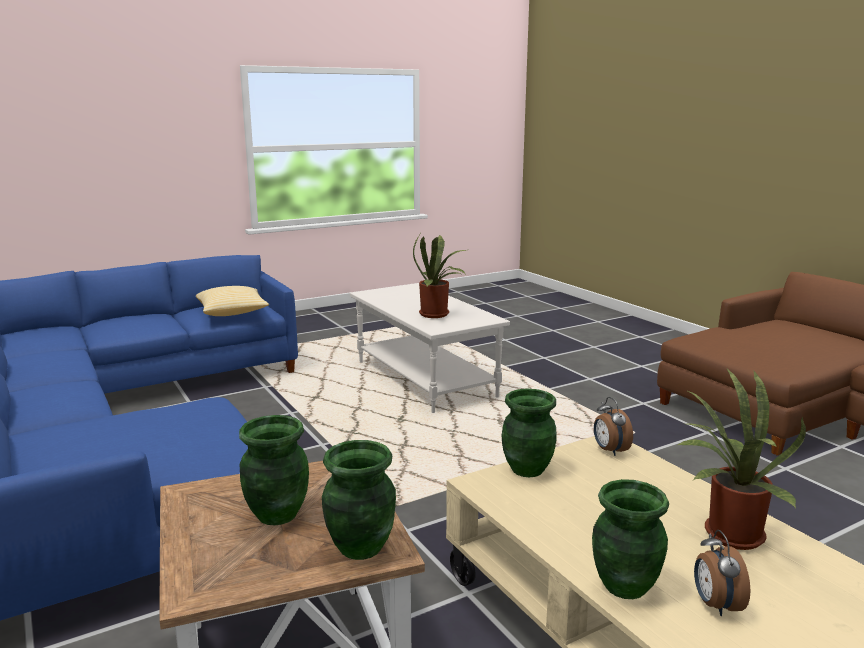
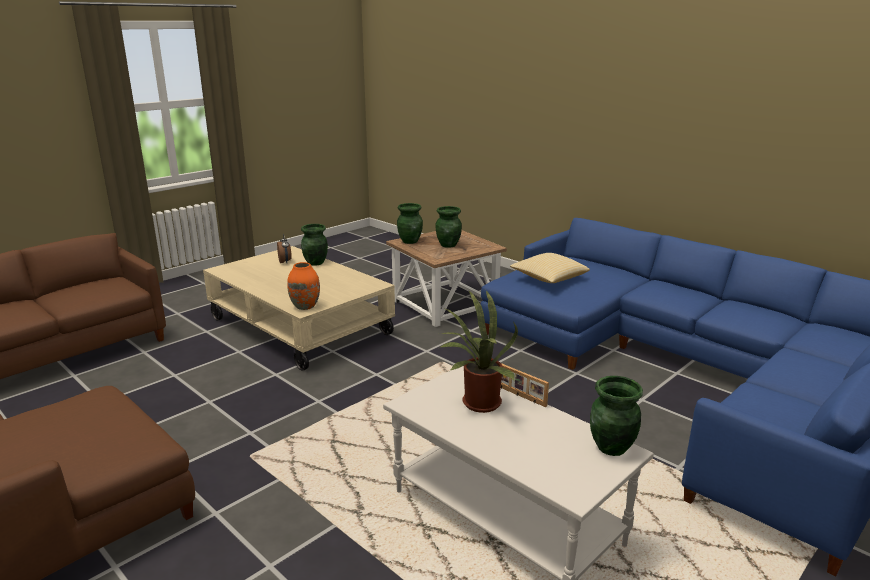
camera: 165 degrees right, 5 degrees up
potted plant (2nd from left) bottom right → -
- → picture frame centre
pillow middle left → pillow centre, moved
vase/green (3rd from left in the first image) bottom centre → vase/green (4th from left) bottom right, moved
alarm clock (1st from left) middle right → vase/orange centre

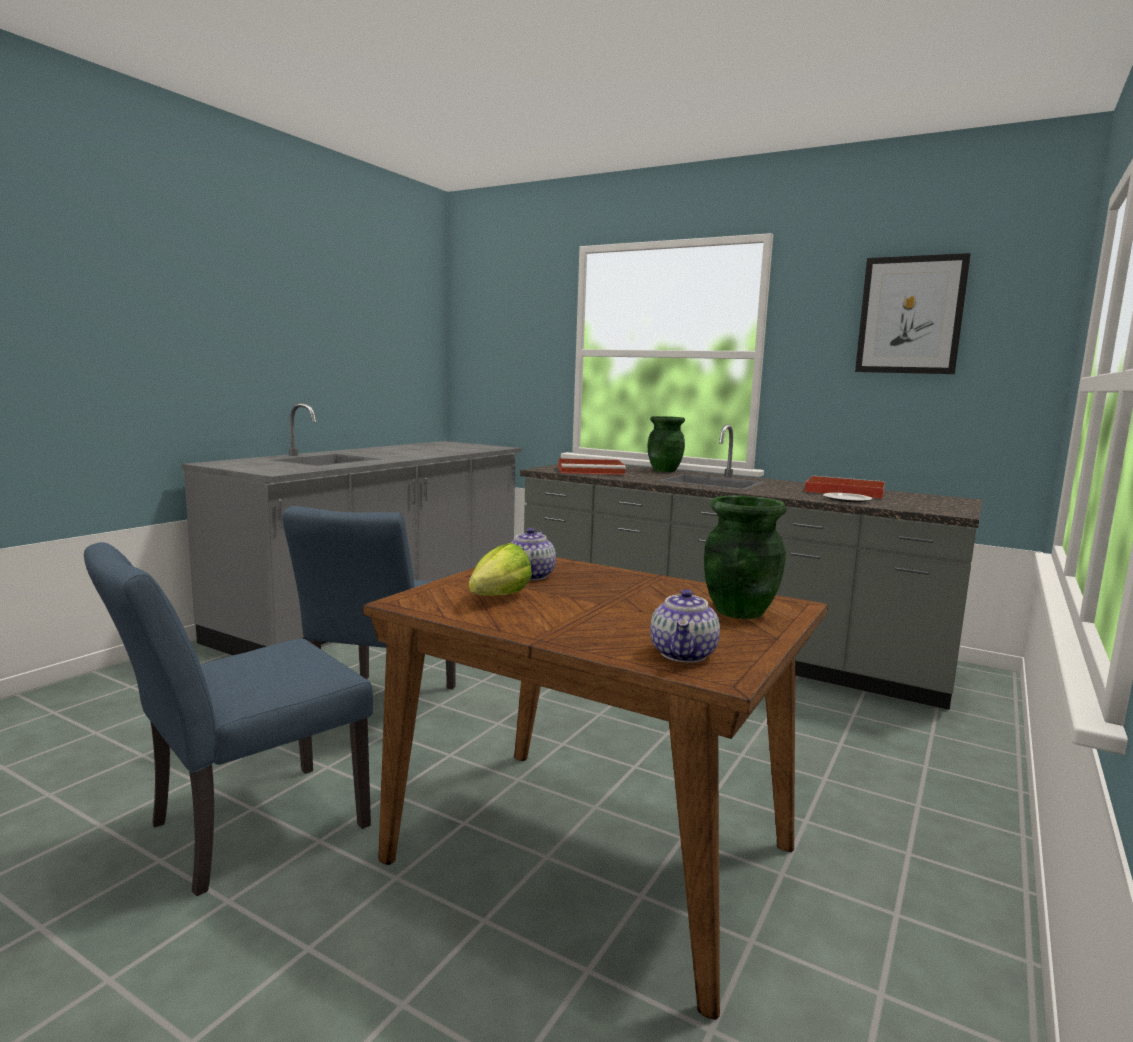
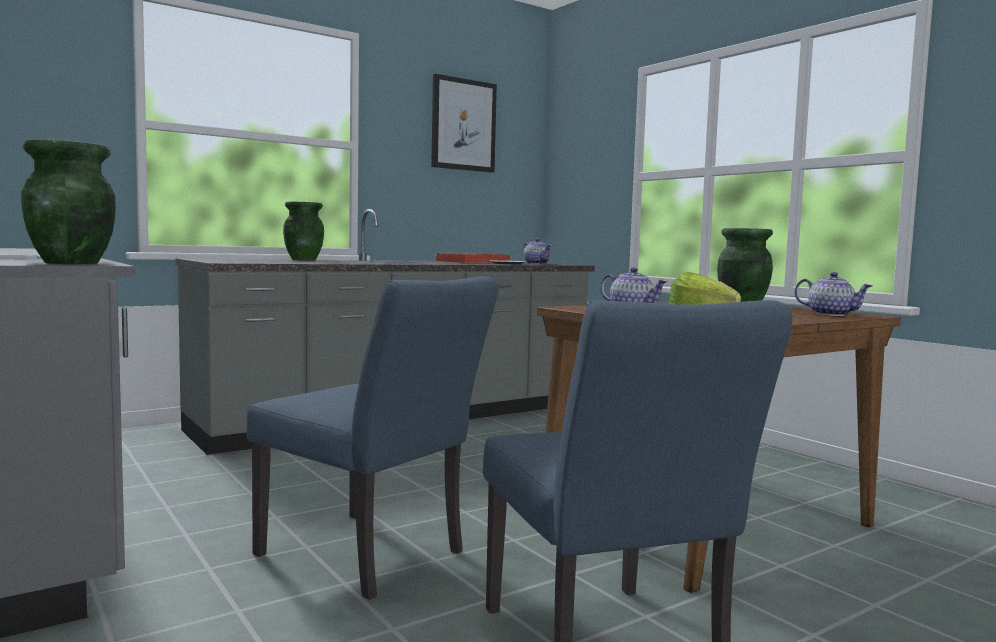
camera: 65 degrees left, 5 degrees down
tray/red (1st from left) centre → -
- → vase/green (1st from left) top left
- → teapot (1st from left) centre

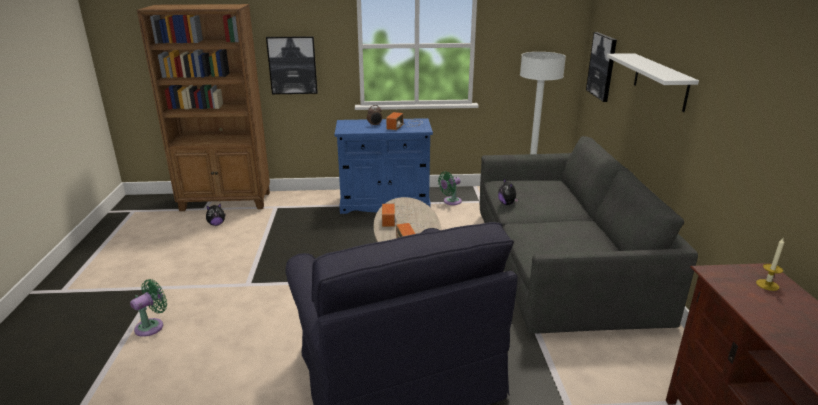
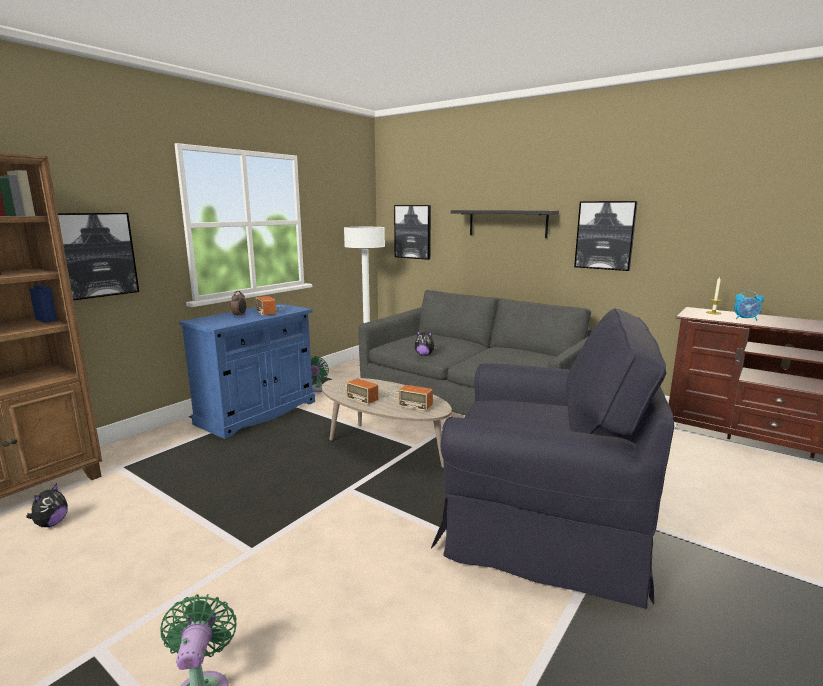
camera: 50 degrees left, 10 degrees down
- → picture (3rd from left) middle right
- → alarm clock (2nd from left) middle right
shelf/white top right → shelf/black top centre

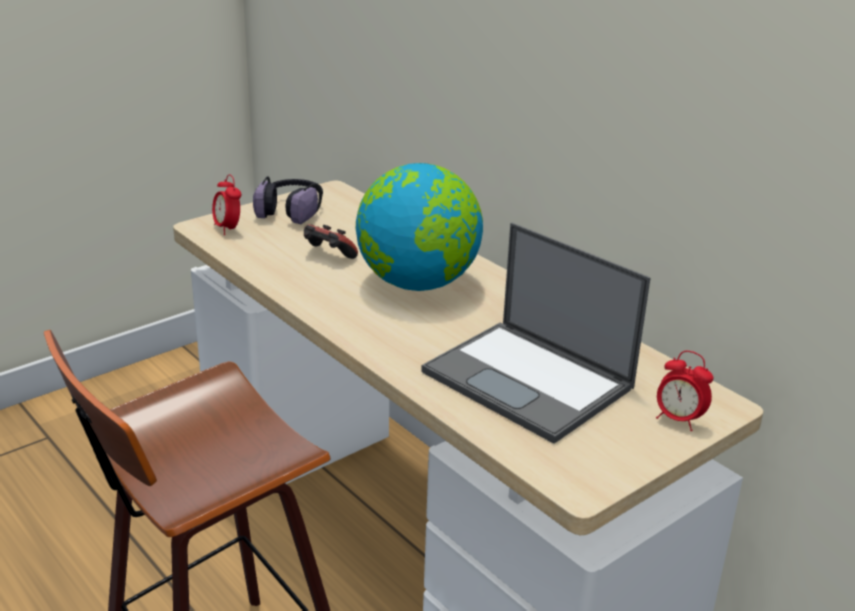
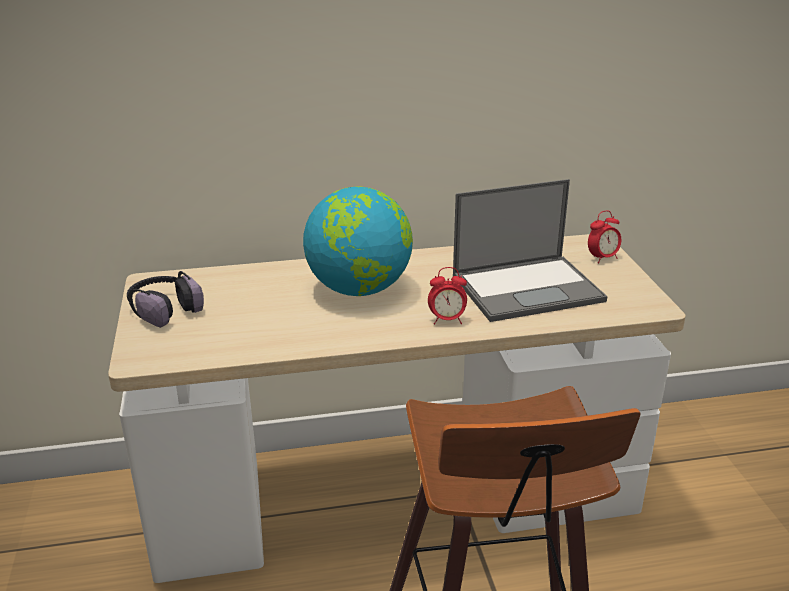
camera: 60 degrees left, 0 degrees up
game controller centre → -
alarm clock (1st from left) middle left → alarm clock (1st from left) centre, moved

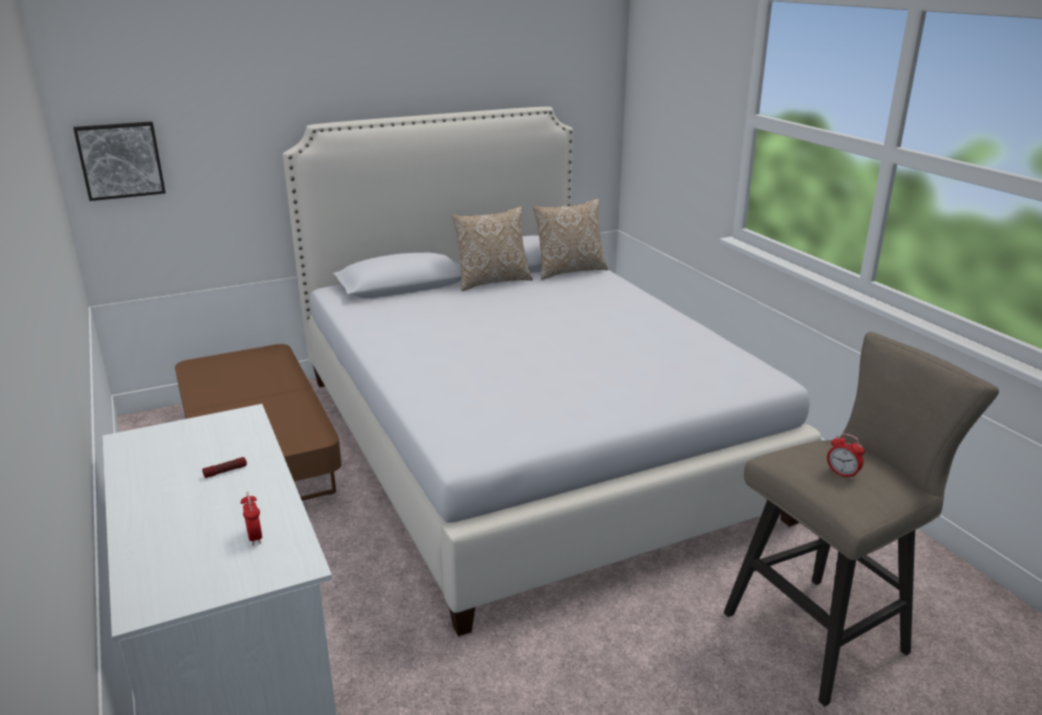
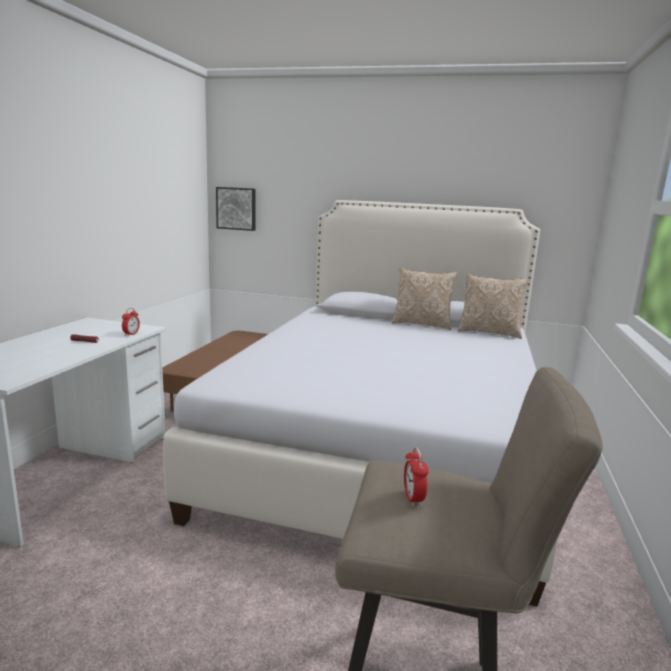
camera: 40 degrees right, 10 degrees down
alarm clock (1st from left) bottom left → alarm clock (1st from left) middle left, moved

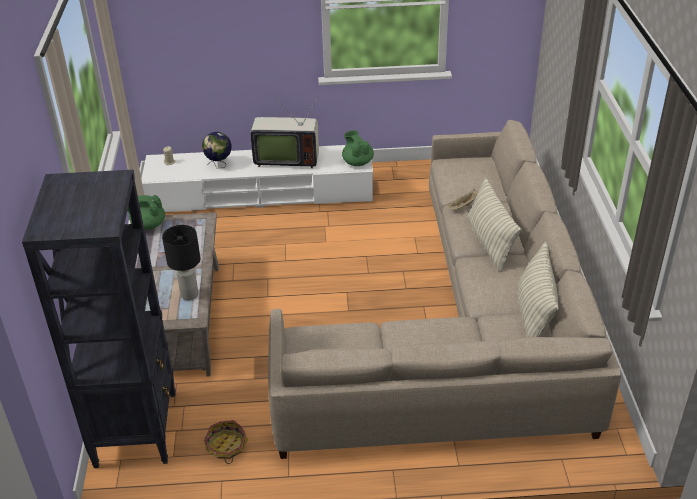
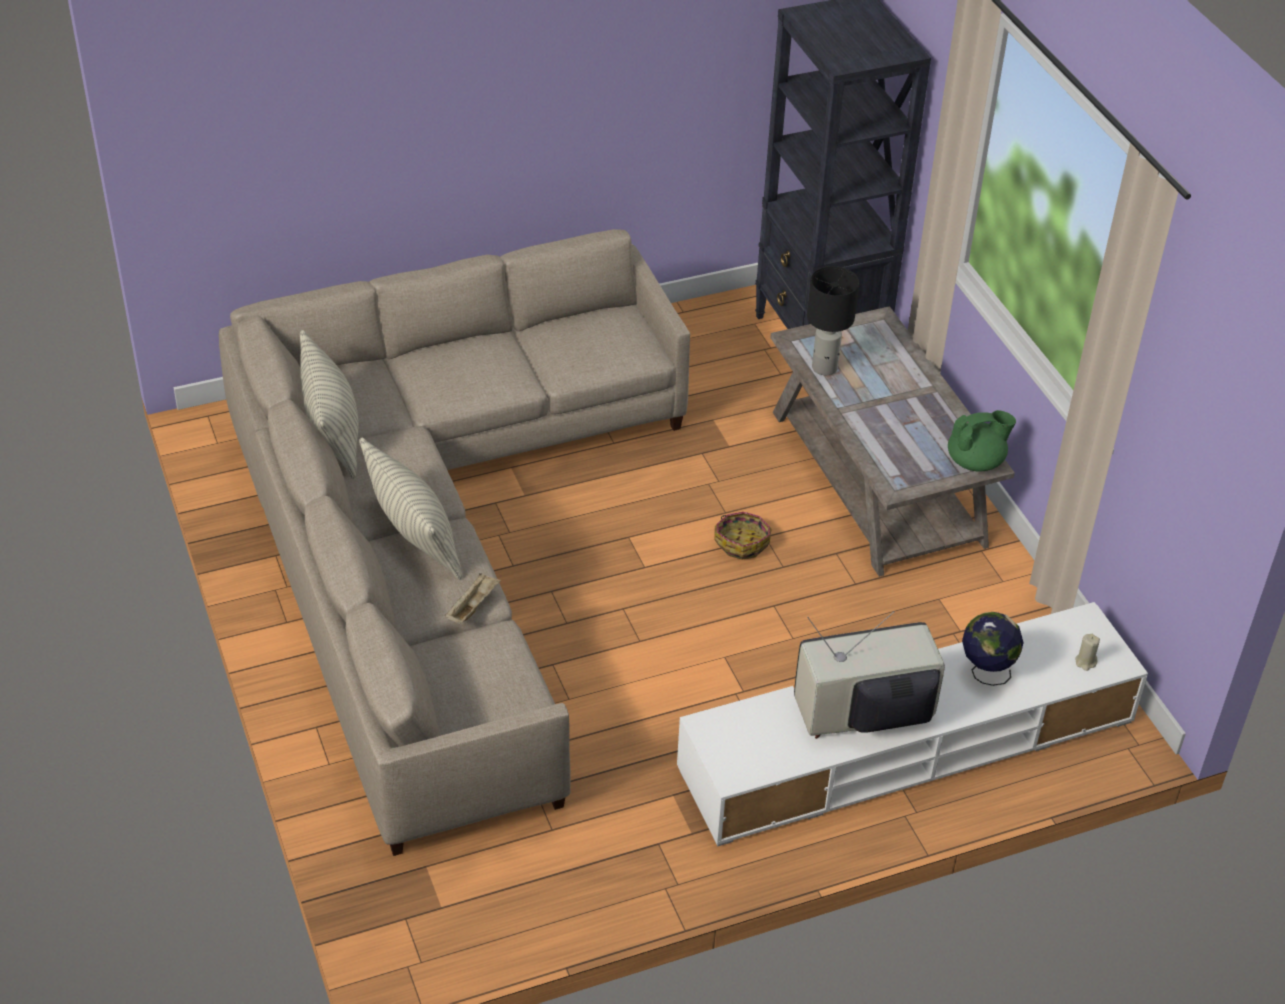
camera: 160 degrees right, 5 degrees up
teapot/green (2nd from left) top centre → -
basket bottom left → basket centre, moved

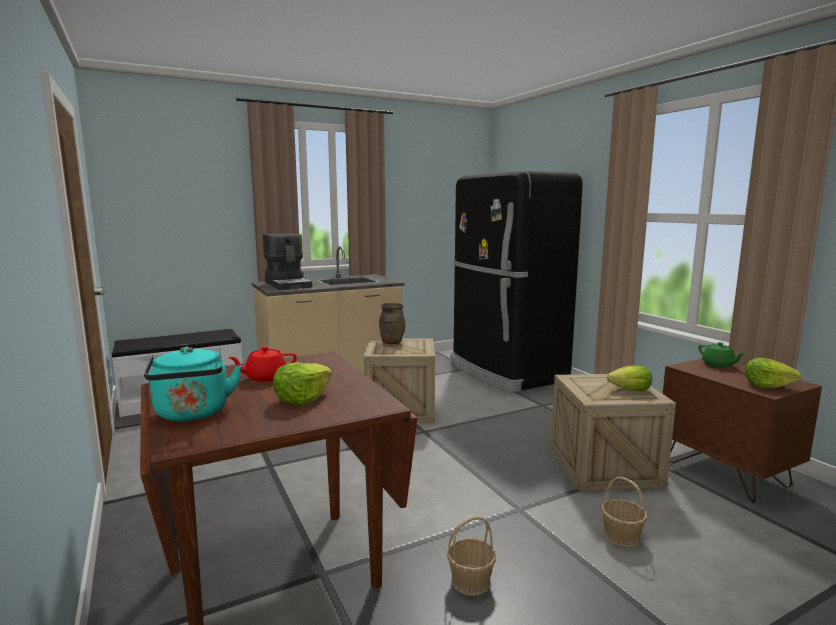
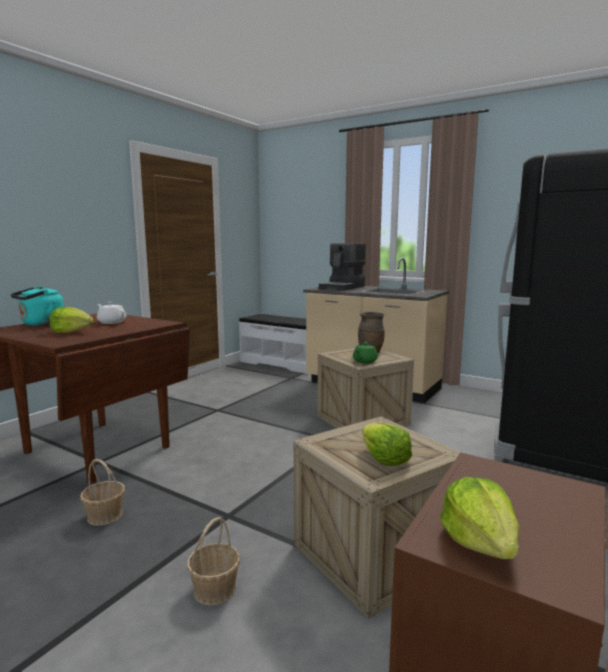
camera: 60 degrees right, 0 degrees up
teapot/green middle right → teapot/green centre, moved
teapot/red middle left → teapot/white middle left

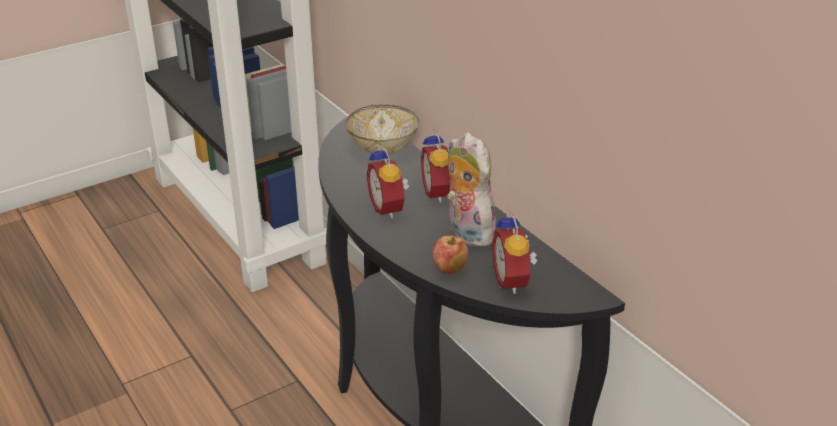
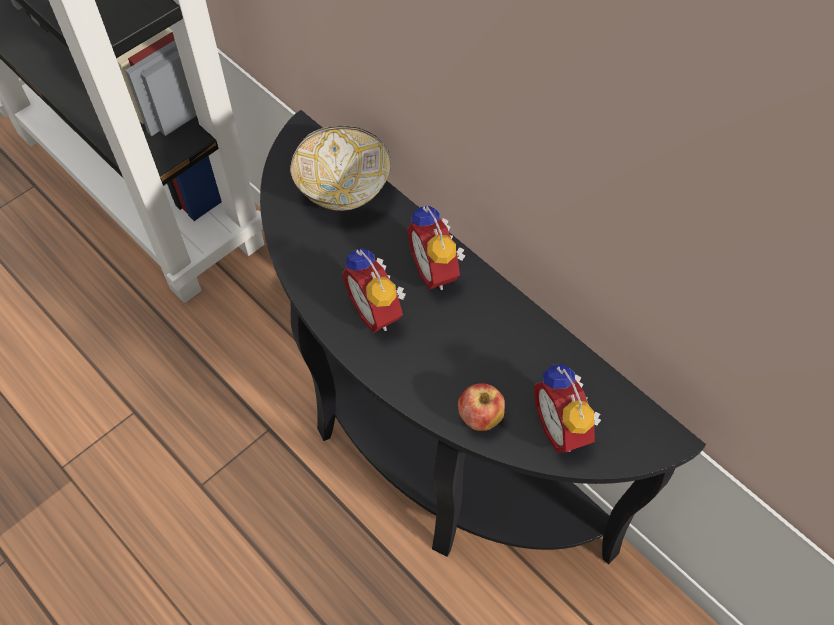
camera: 10 degrees left, 25 degrees up
plush toy centre → -

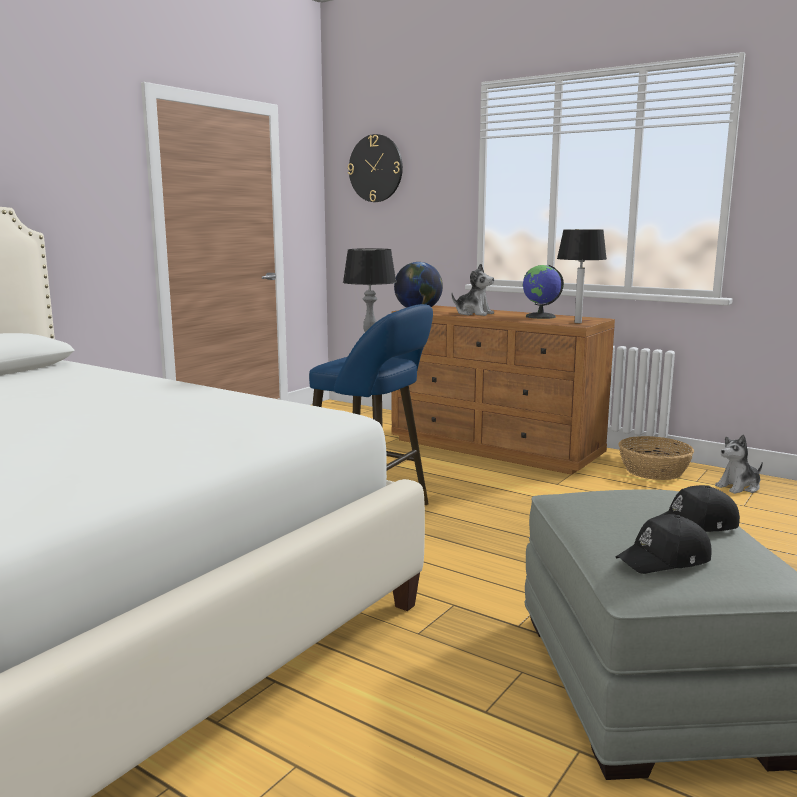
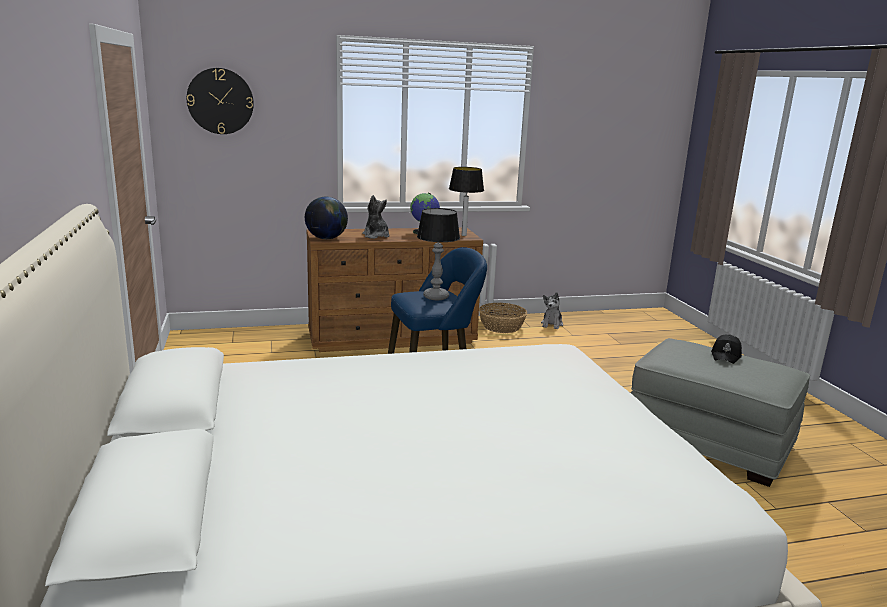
camera: 50 degrees left, 5 degrees up
cap/black (1st from left) bottom right → -
plush toy (1st from left) centre, 105 degrees counterclockwise

